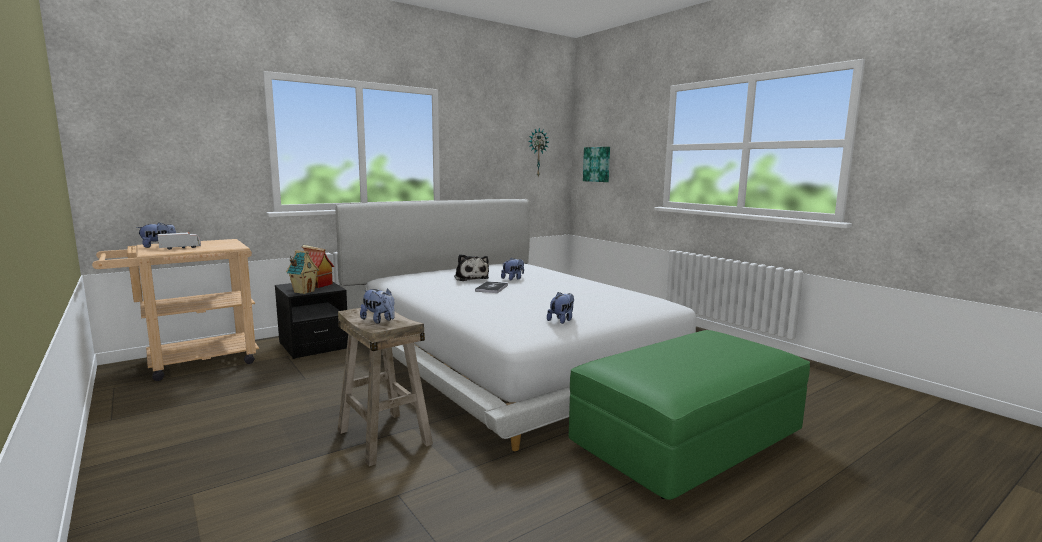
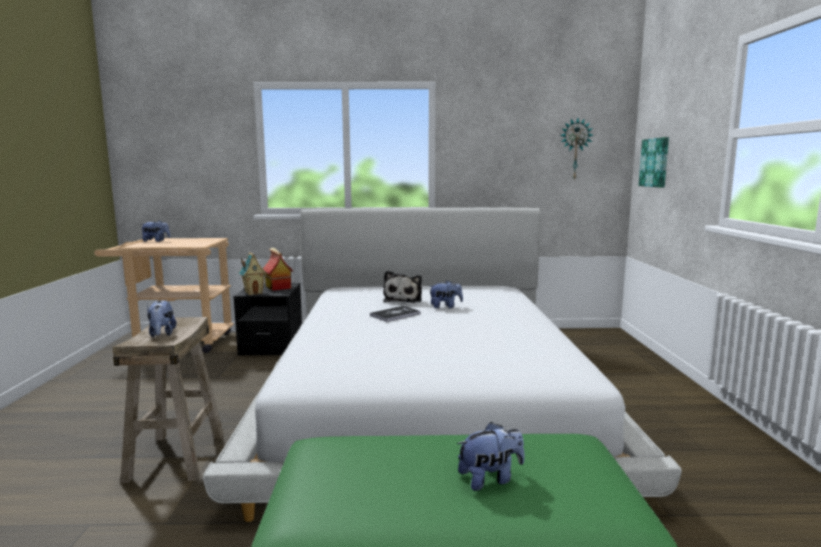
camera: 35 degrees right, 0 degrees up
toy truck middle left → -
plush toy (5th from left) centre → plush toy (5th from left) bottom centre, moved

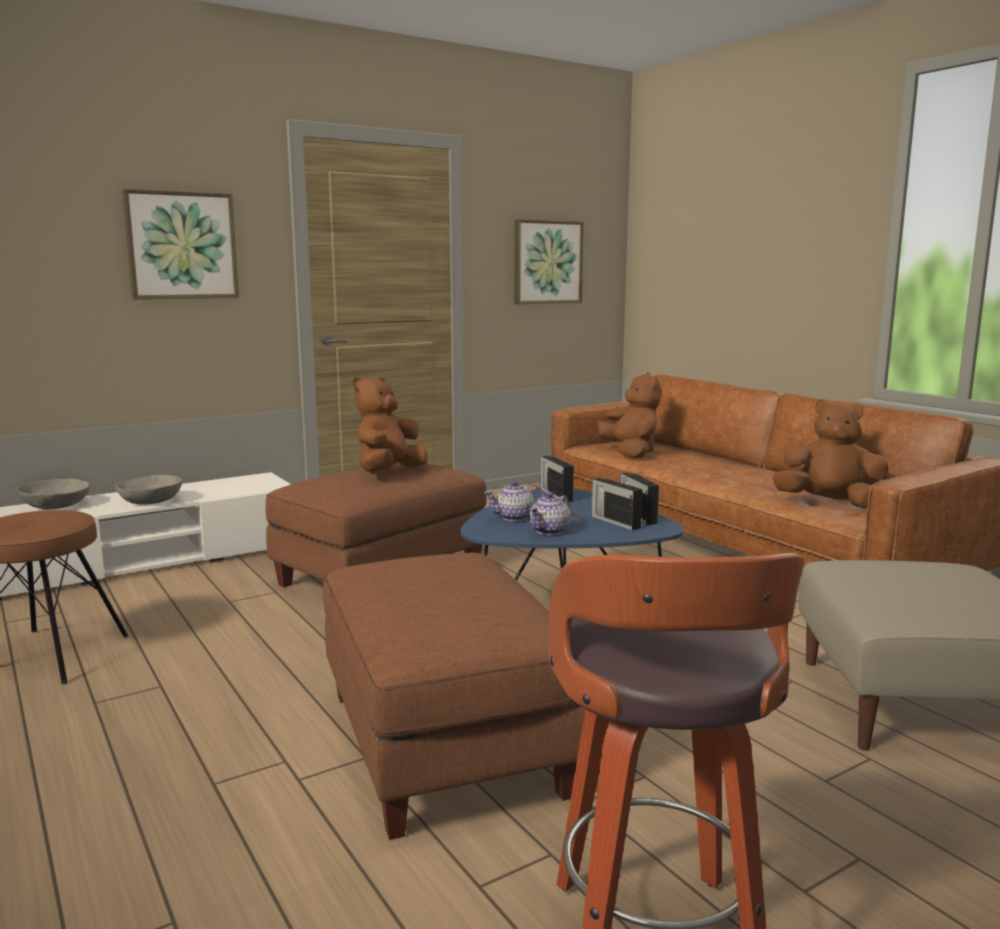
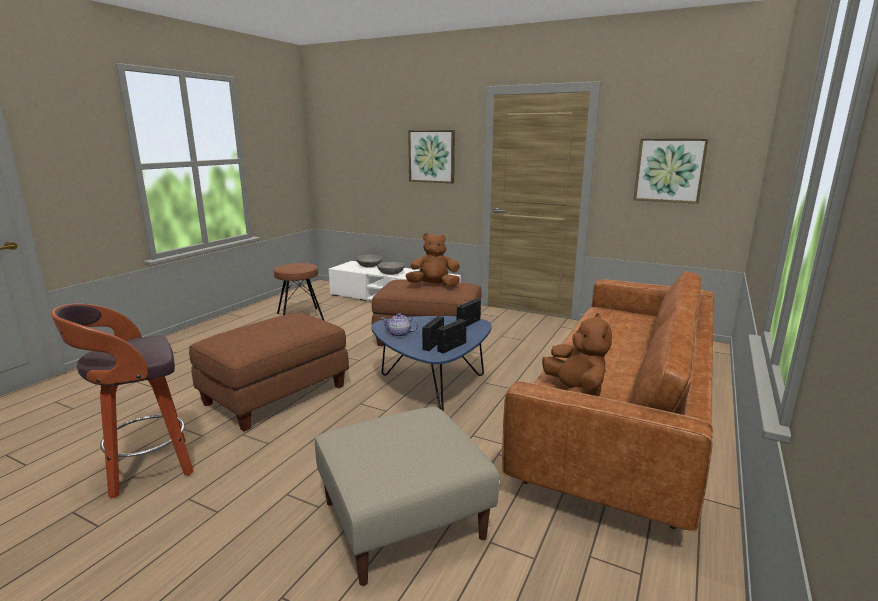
camera: 60 degrees right, 5 degrees up
teapot (1st from left) centre → -
plush toy/brown (2nd from left) centre → -

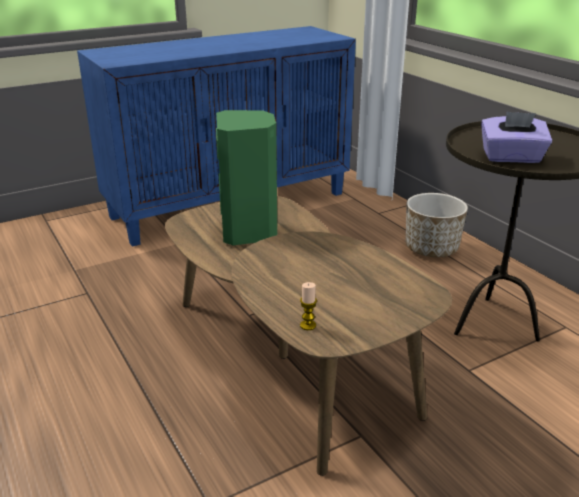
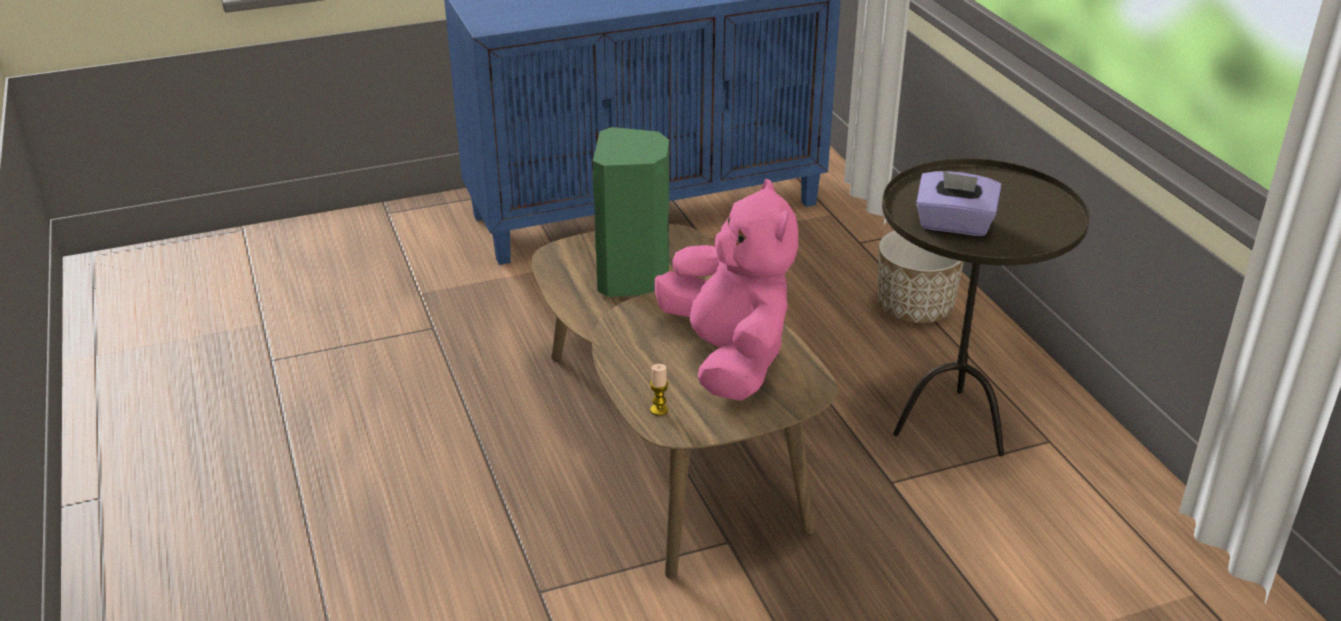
camera: 10 degrees right, 5 degrees up
- → plush toy/pink centre

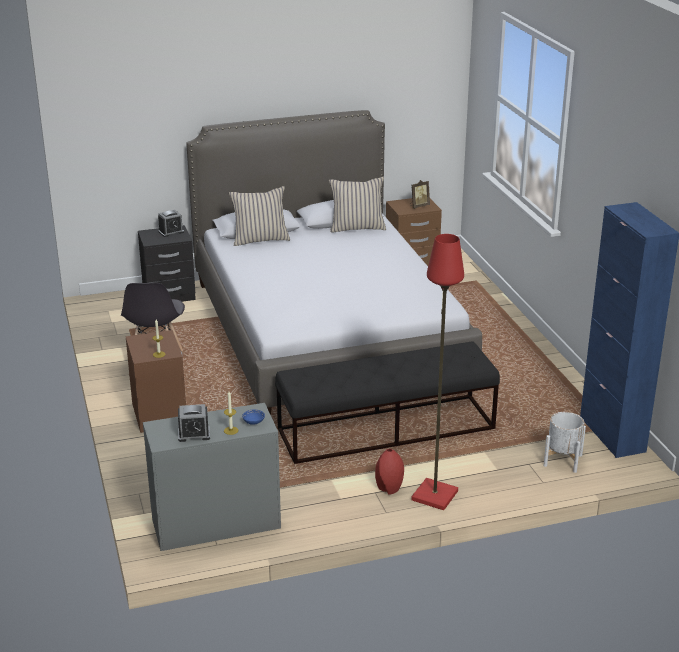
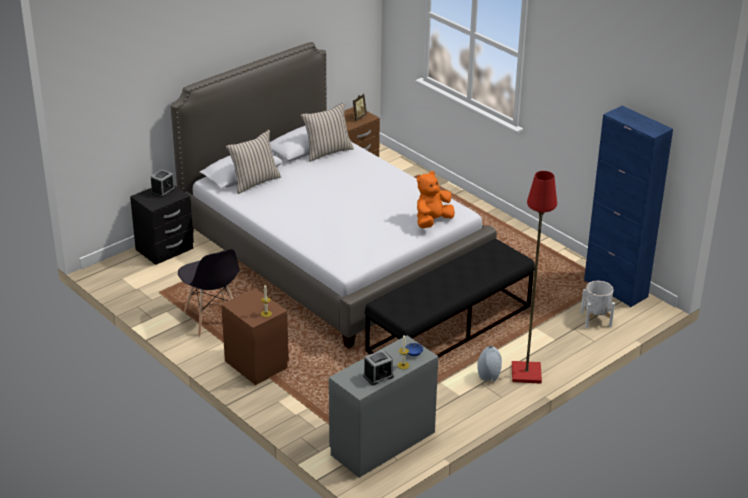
camera: 25 degrees left, 5 degrees up
- → plush toy/orange centre
vase/red bottom centre → vase/grey bottom centre

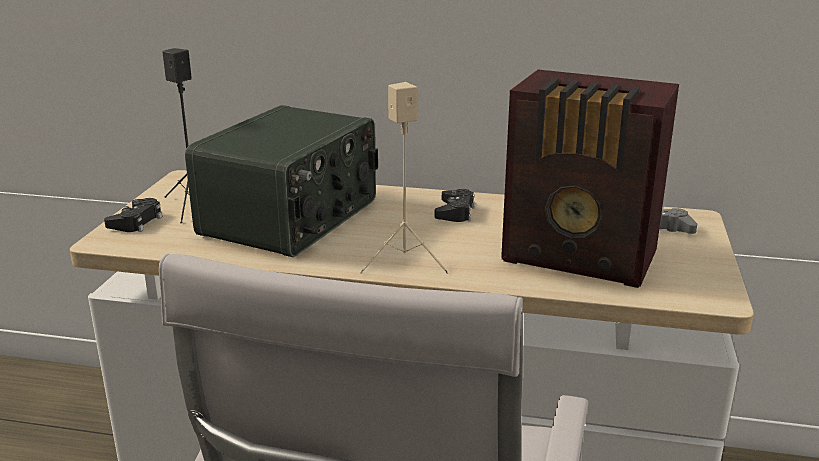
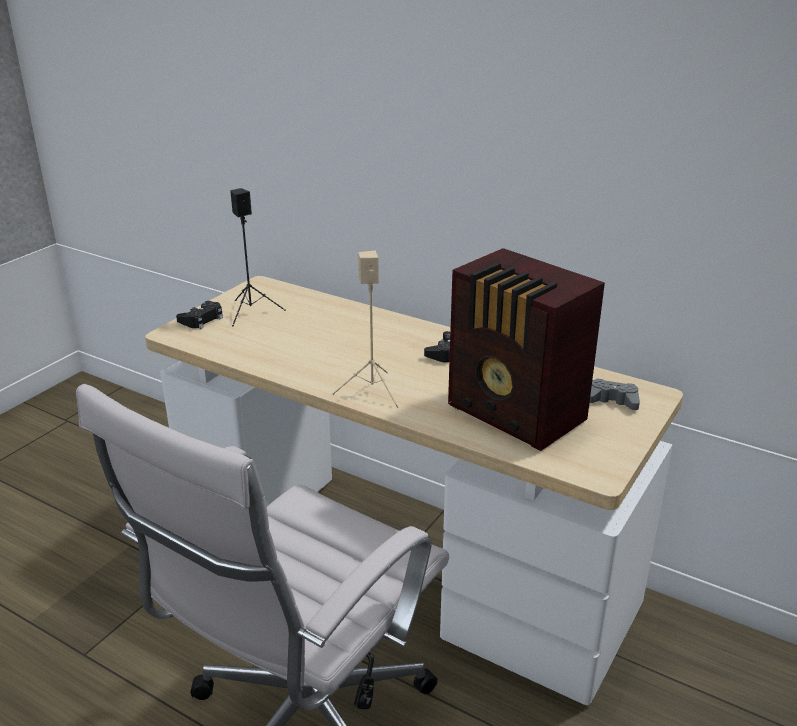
camera: 20 degrees right, 5 degrees up
radio (1st from left) centre → -

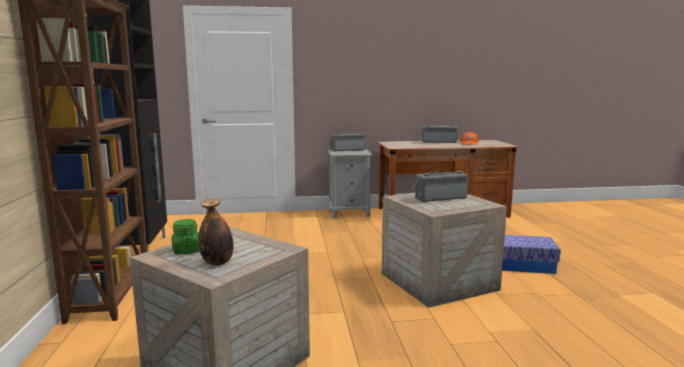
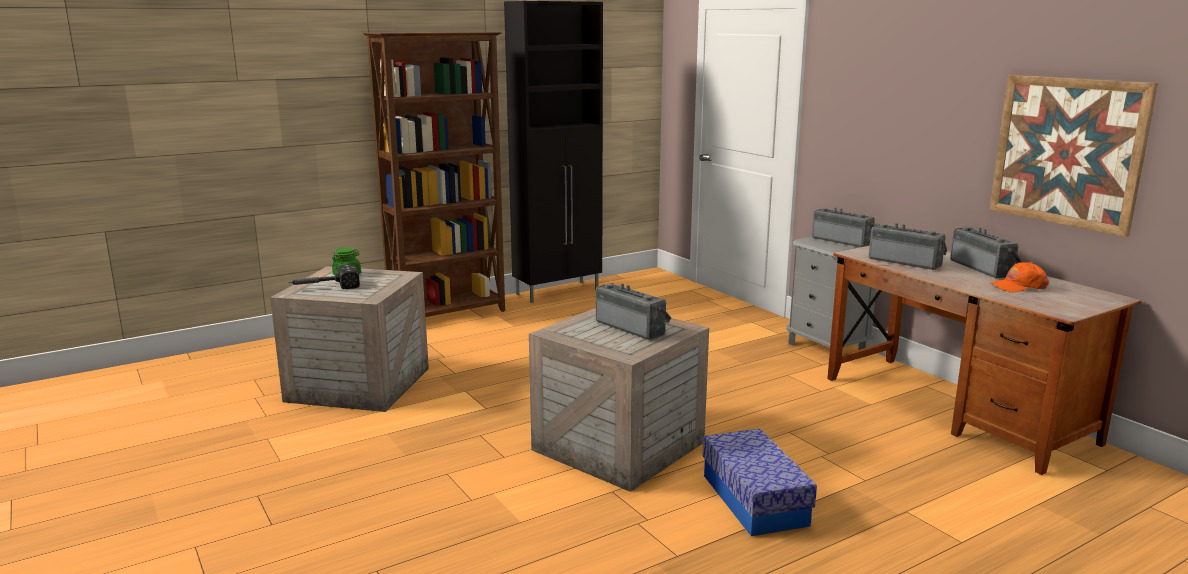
camera: 65 degrees right, 5 degrees up
- → radio (3rd from left) middle right
- → picture top right
bottle middle left → hammer middle left

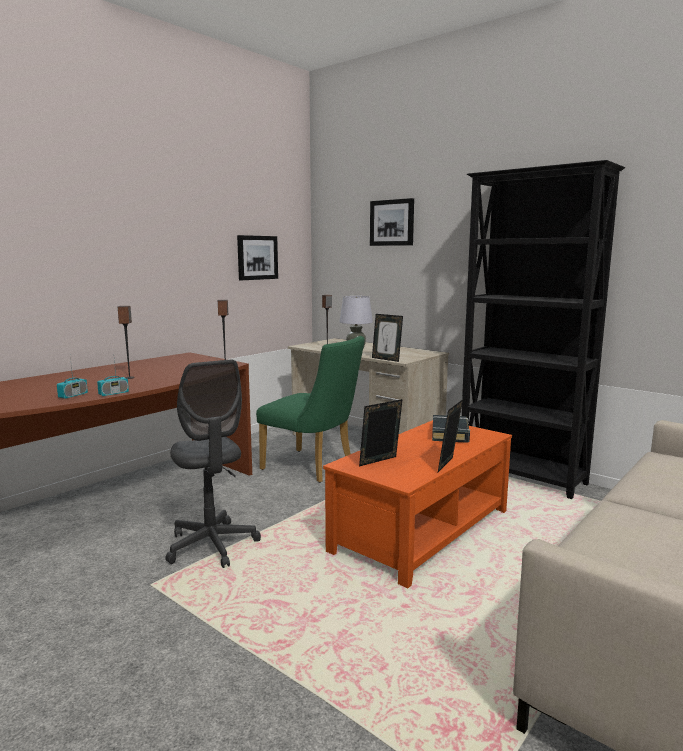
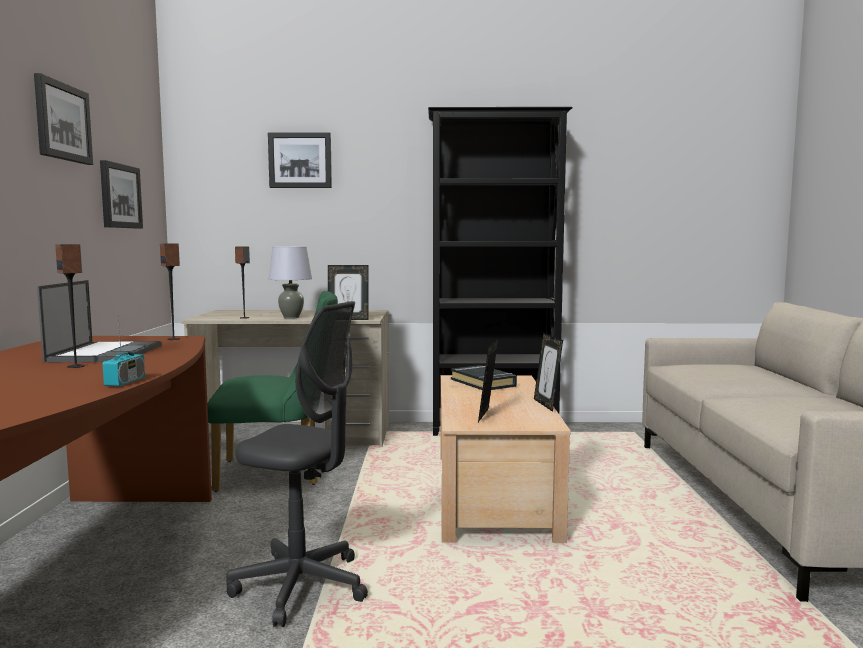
camera: 40 degrees left, 5 degrees down
radio (1st from left) middle left → -
- → picture (1st from left) top left
- → laptop middle left
coffee table/orange bottom centre → coffee table/beige bottom centre

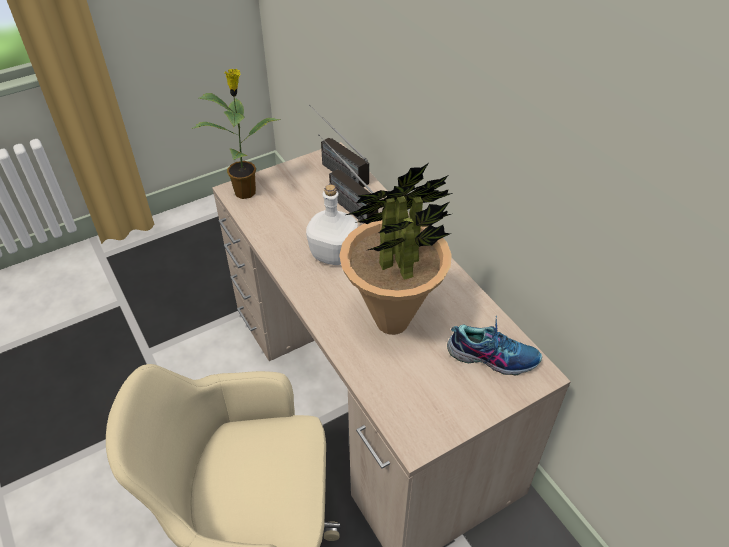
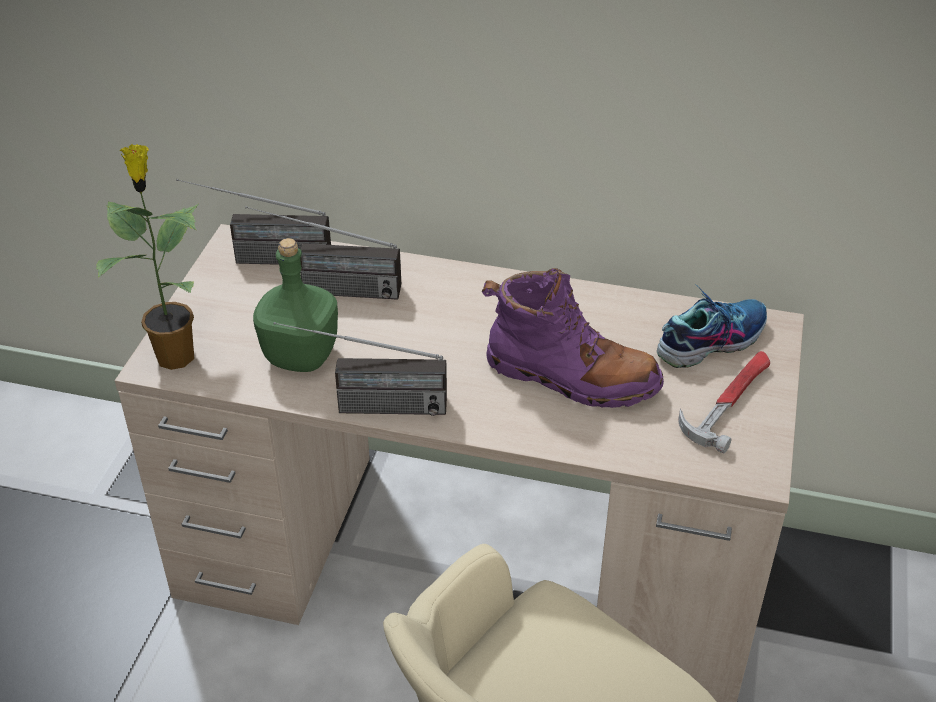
camera: 45 degrees left, 5 degrees down
bottle/white centre → -
- → bottle/green middle left
- → radio (3rd from left) centre
- → hammer middle right
potted plant (2nd from left) centre → boot/purple centre

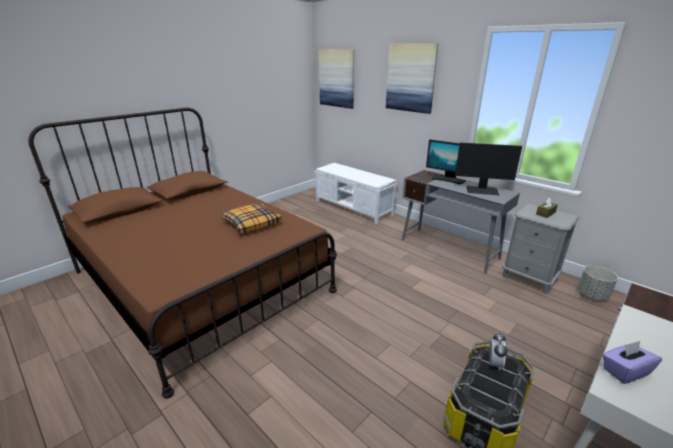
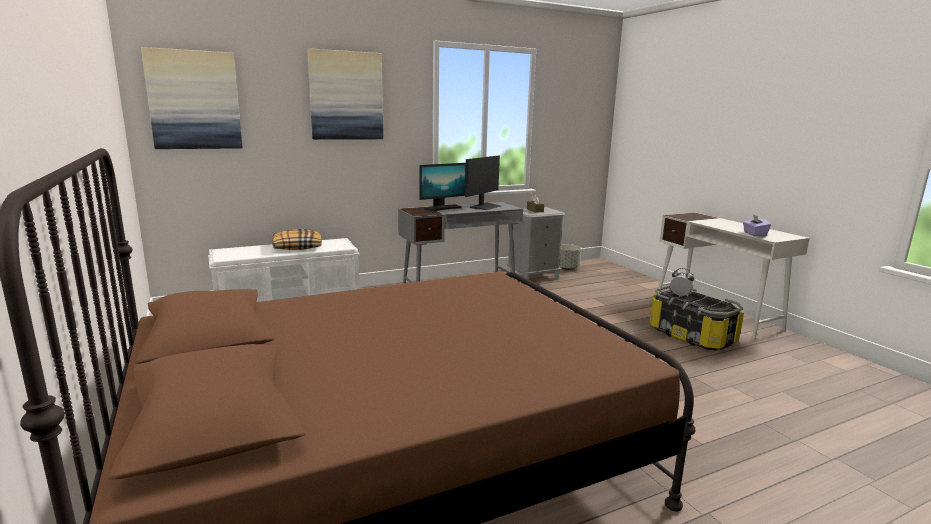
camera: 70 degrees left, 10 degrees down
pillow centre → pillow middle left, moved

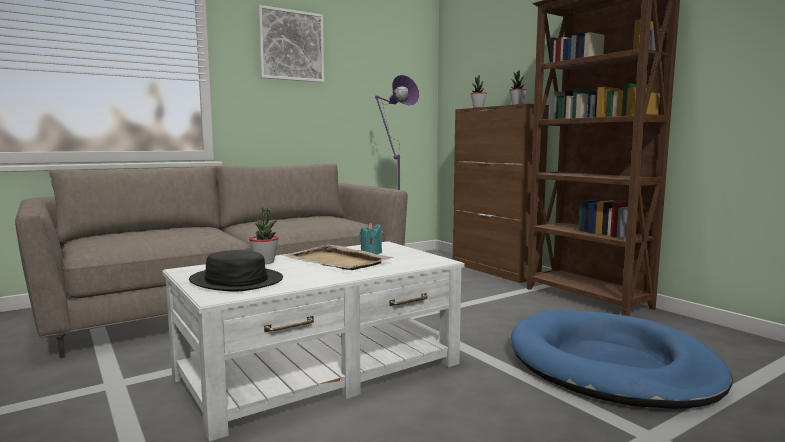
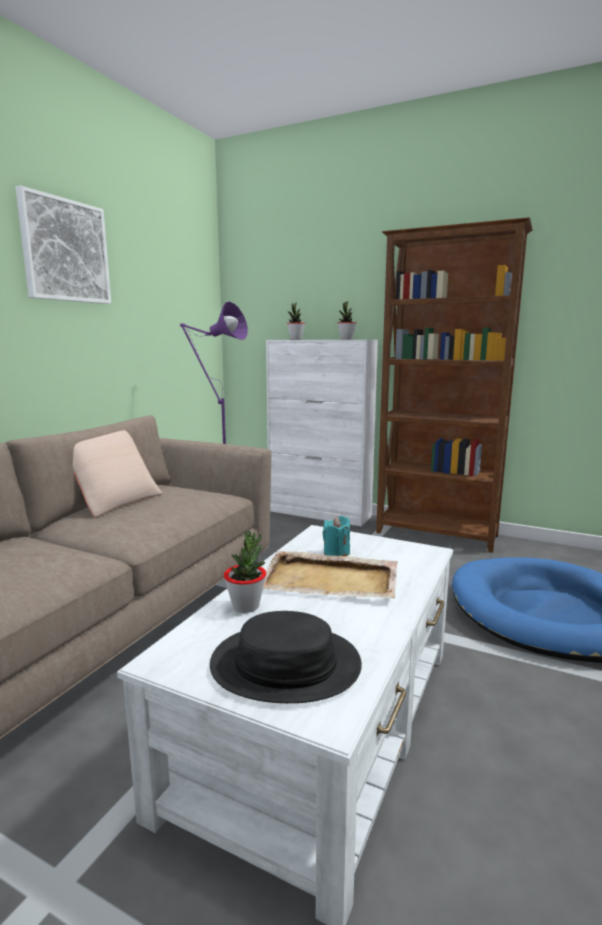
camera: 30 degrees left, 5 degrees up
- → pillow/beige middle left
cabinet/brown centre → cabinet/white centre

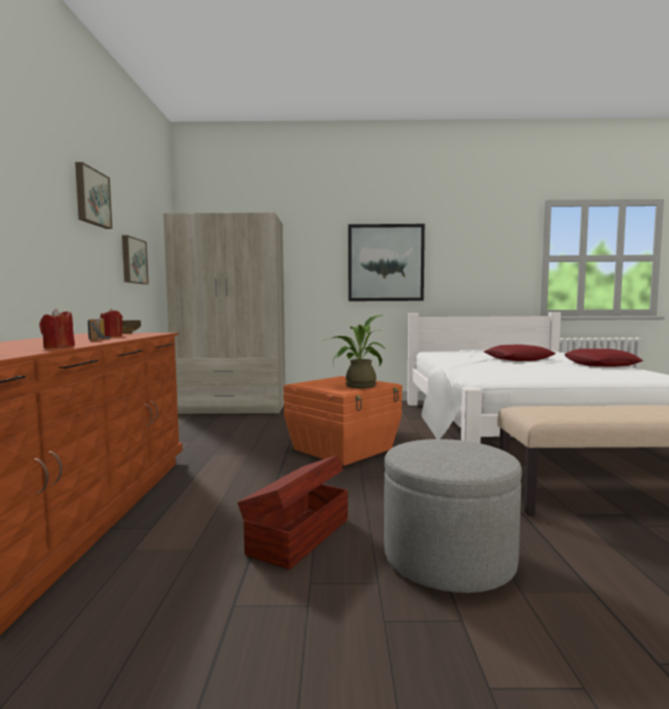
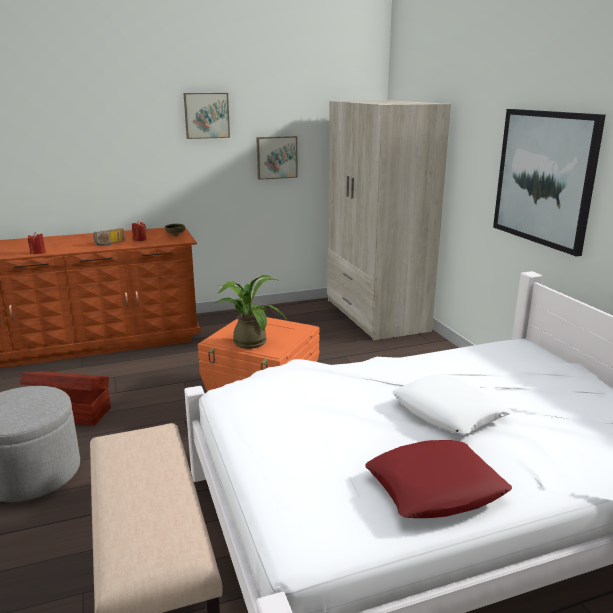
camera: 70 degrees right, 15 degrees up
pillow/red (1st from left) middle right → pillow/white middle right

